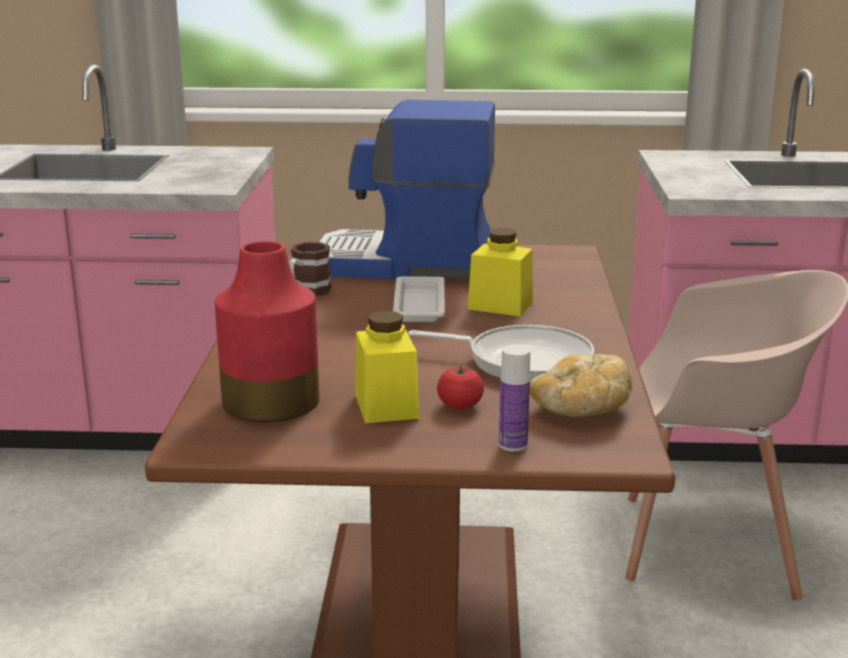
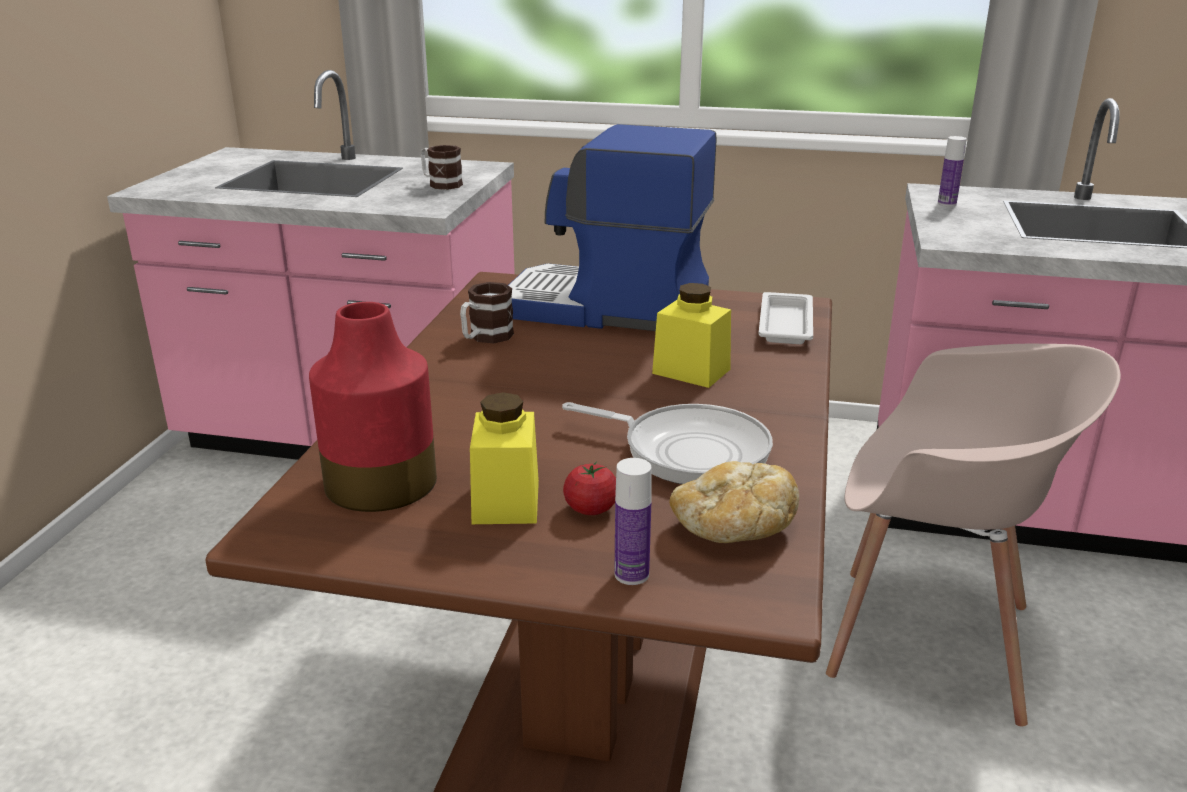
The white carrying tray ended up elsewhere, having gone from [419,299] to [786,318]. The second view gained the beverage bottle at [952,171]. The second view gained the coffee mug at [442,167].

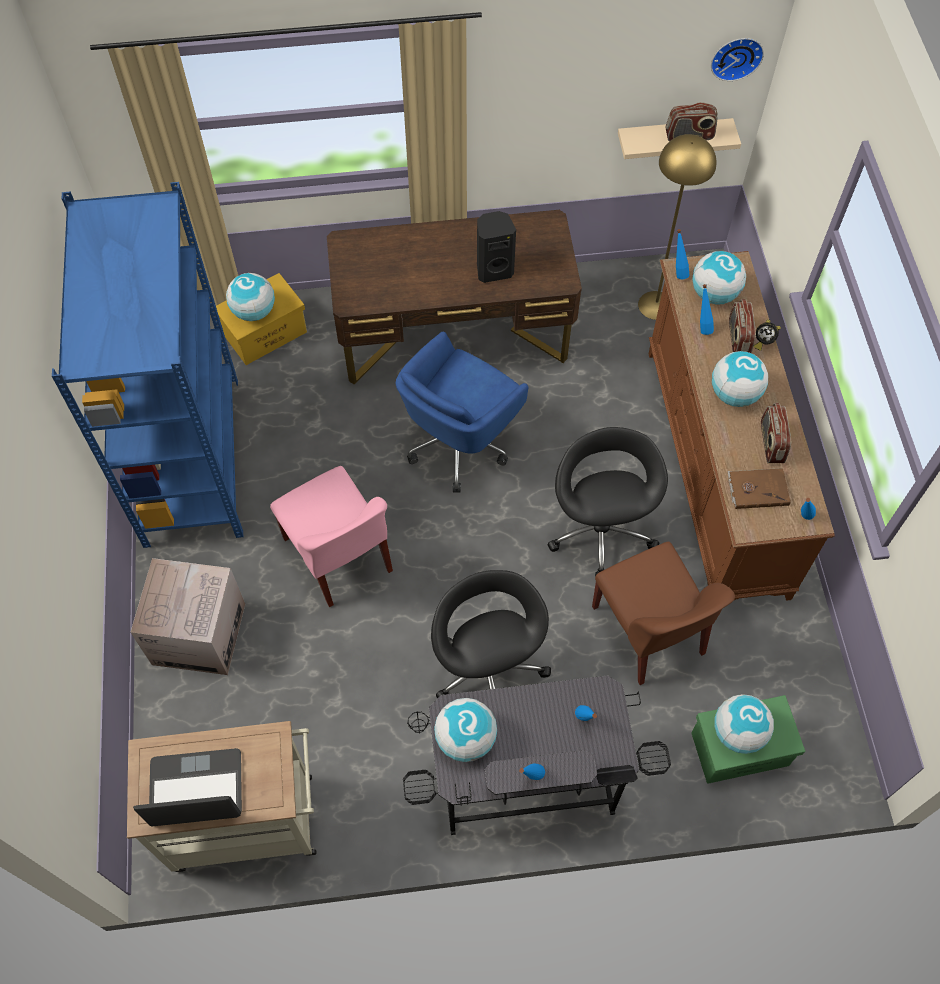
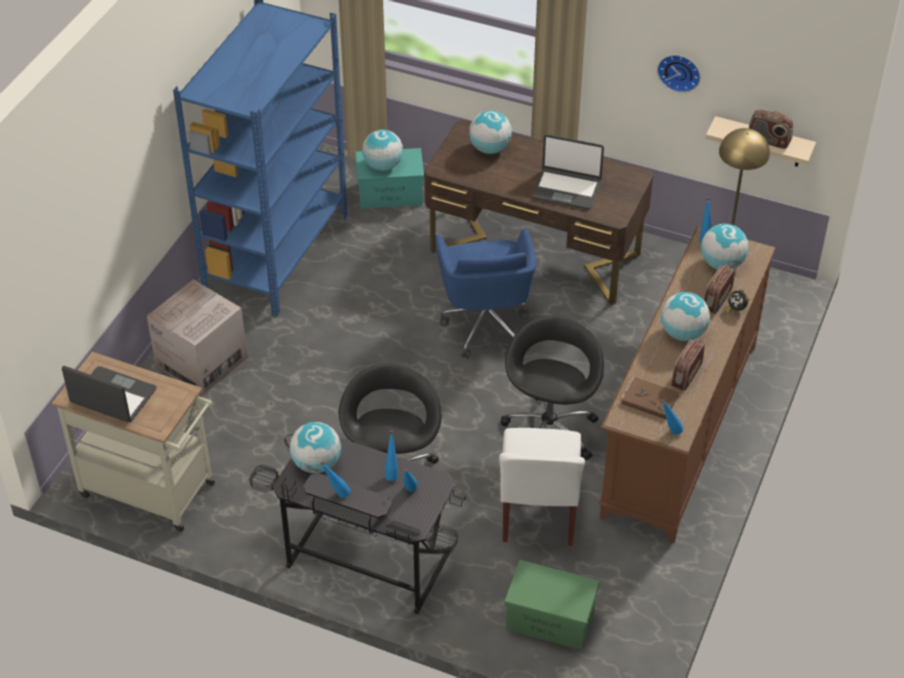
The wall clock ended up elsewhere, having gone from [737,59] to [678,74]. Where the black audio speaker stood at [496,247], the portable computer came to stand at [568,171]. What was the yellow-coloured storage box at [261,319] turned into the blue-green storage box at [389,178]. The blue beverage bottle ended up elsewhere, having gone from [707,309] to [391,455]. The blue computer chair at [462,412] ended up facing another way, 75 degrees counterclockwise from before. The second view lost the pink-coloured plain chair at [331,536]. What was the brownish plain chair at [663,613] turned into the white plain chair at [542,487]. The globe ended up elsewhere, having gone from [744,724] to [490,132].

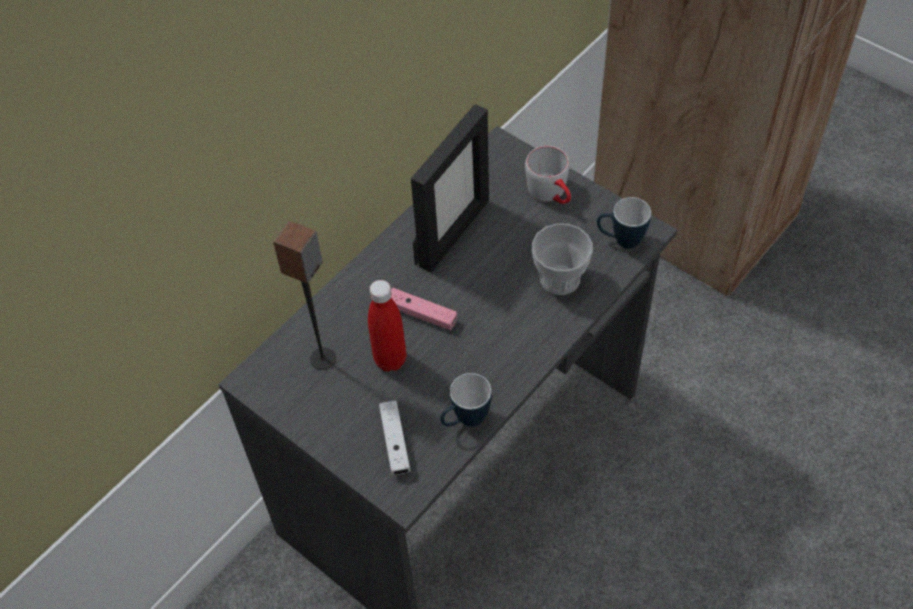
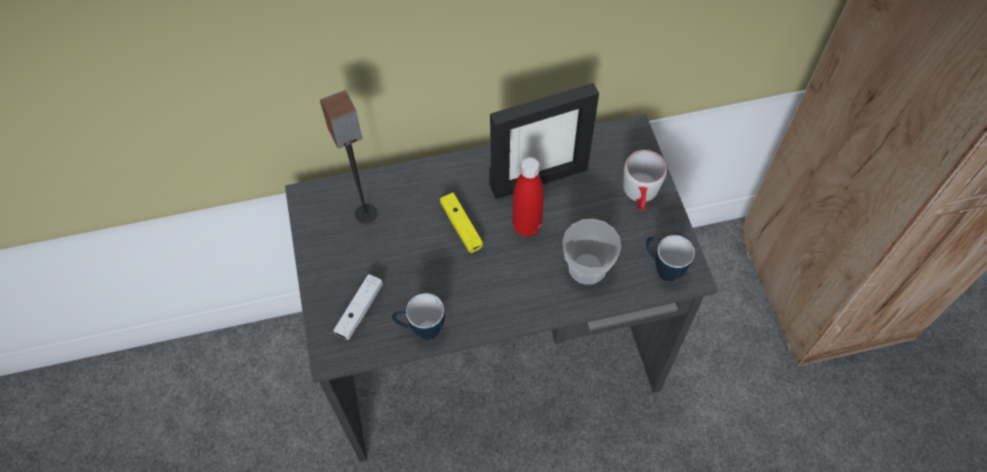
The red-coloured beverage bottle ended up elsewhere, having gone from [387,326] to [528,197]. What was the pink-coloured game controller at [424,309] turned into the yellow-coloured game controller at [461,223].

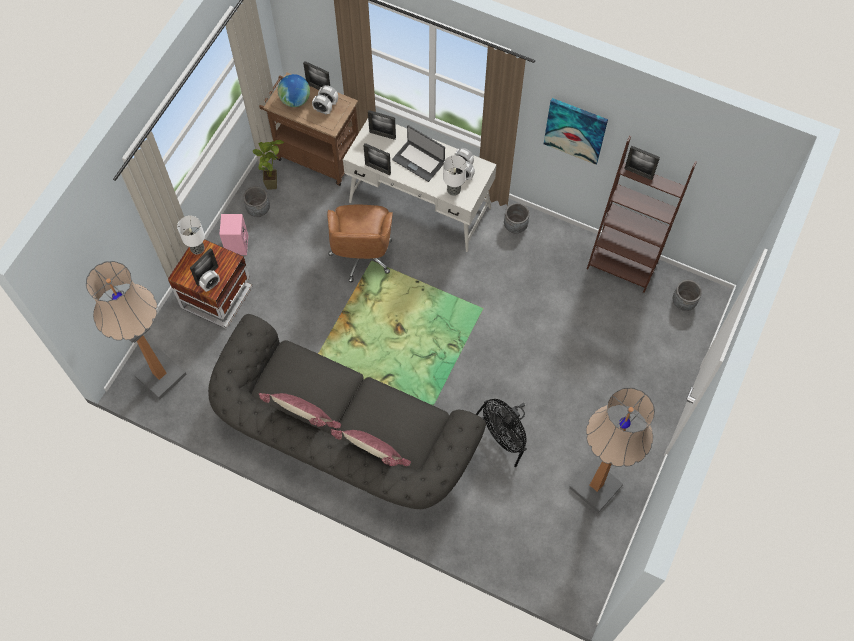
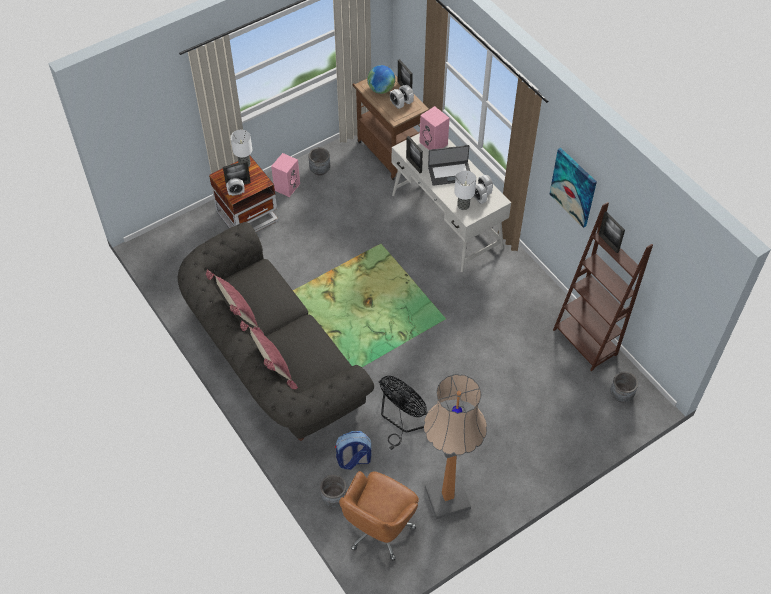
Where the picture frame stood at [382,125], the pink-coloured audio speaker came to stand at [434,128]. The portable computer at [418,153] ended up facing another way, 75 degrees counterclockwise from before. The second view lost the plant in a pot at [268,165]. The gray flower pot ended up elsewhere, having gone from [517,218] to [333,490]. The brownish computer chair ended up elsewhere, having gone from [360,243] to [379,515]. The second view lost the floor lamp at [136,330]. The black electric fan at [501,433] ended up facing another way, 135 degrees clockwise from before. The second view gained the backpack at [353,450].

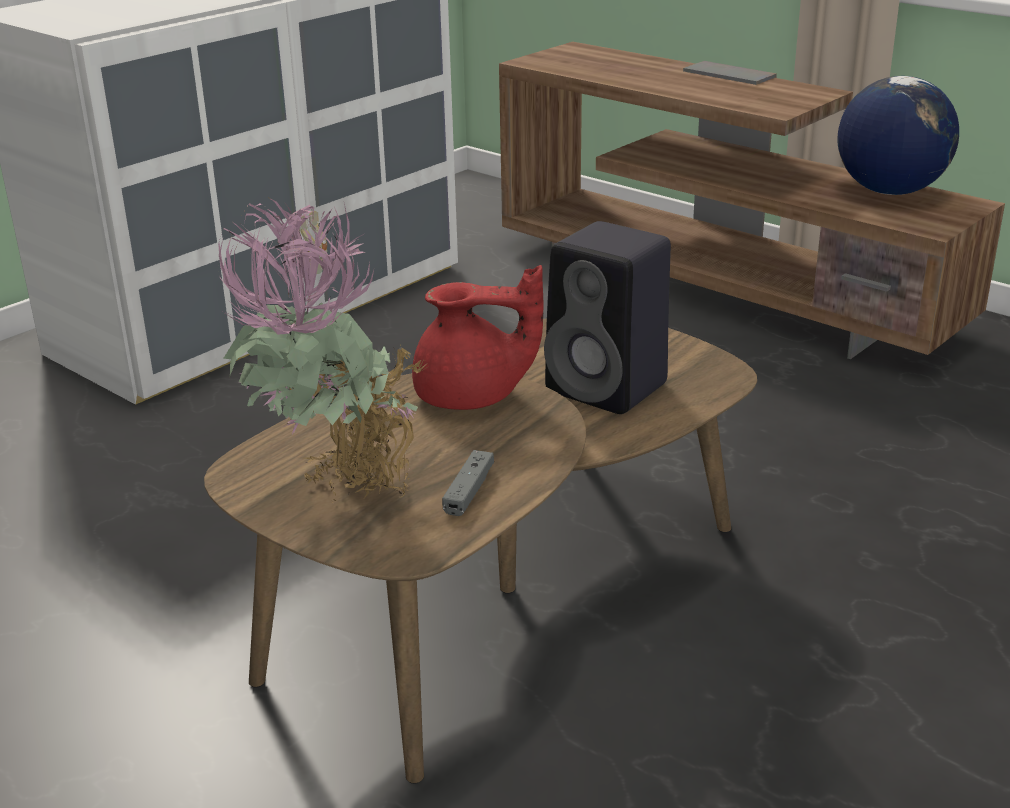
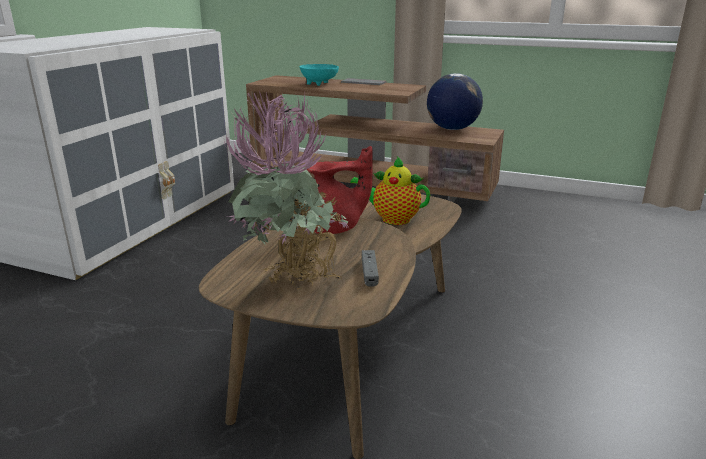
Where the black audio speaker stood at [607,317], the pot for tea came to stand at [390,190]. The second view gained the blue-green deep dish at [319,75].

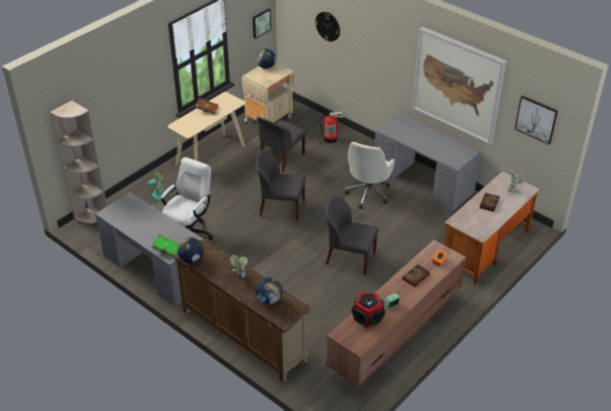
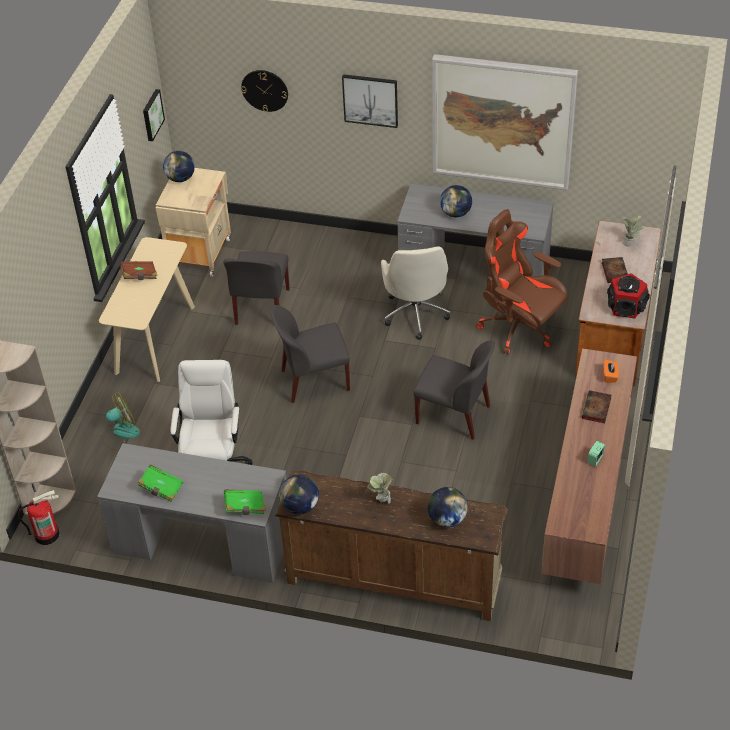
The wall picture ended up elsewhere, having gone from [536,120] to [370,101]. The extinguisher ended up elsewhere, having gone from [331,127] to [39,517]. The gray plain chair at [352,235] ended up facing another way, 150 degrees counterclockwise from before. The audio speaker ended up elsewhere, having gone from [368,310] to [628,296]. The second view gained the globe at [456,201]. The second view gained the brownish computer chair at [522,281]. The second view gained the green-coloured book at [161,483].

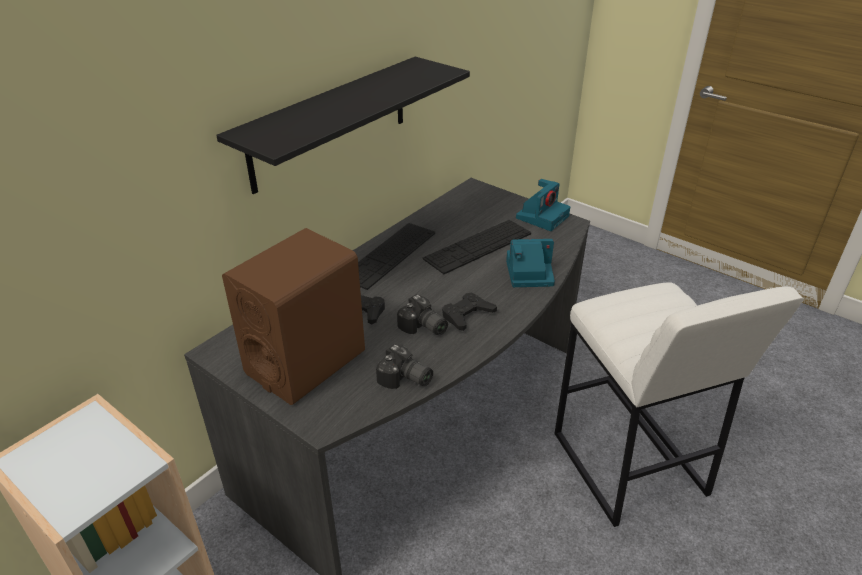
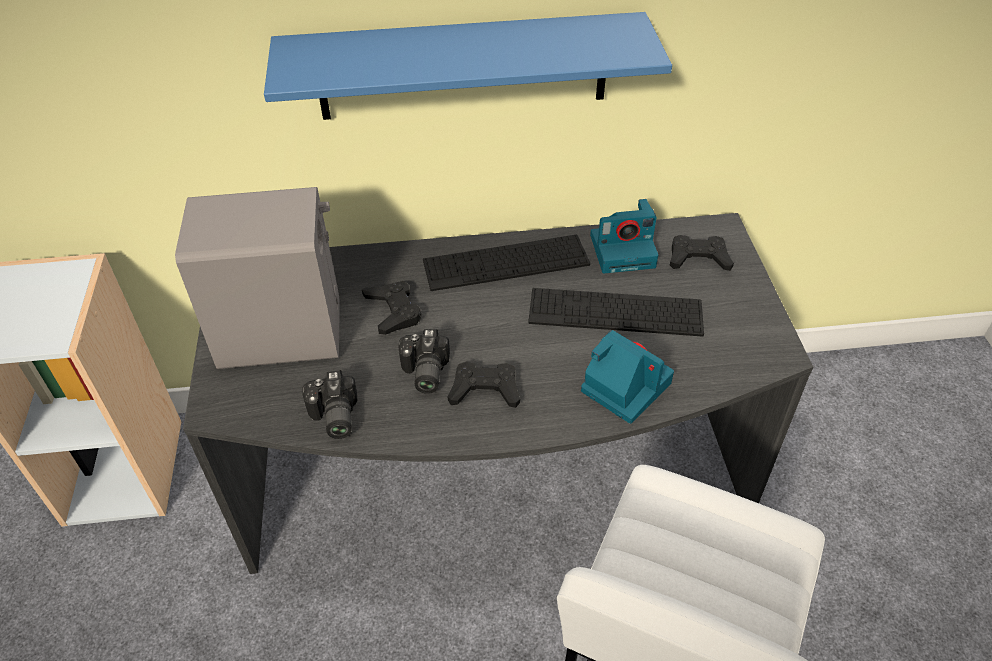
What was the black bracket shelf at [343,125] turned into the blue bracket shelf at [468,66]. The still camera ended up elsewhere, having gone from [543,205] to [624,236]. What was the brownish audio speaker at [293,316] turned into the gray audio speaker at [257,278]. The second view gained the black game controller at [702,253].

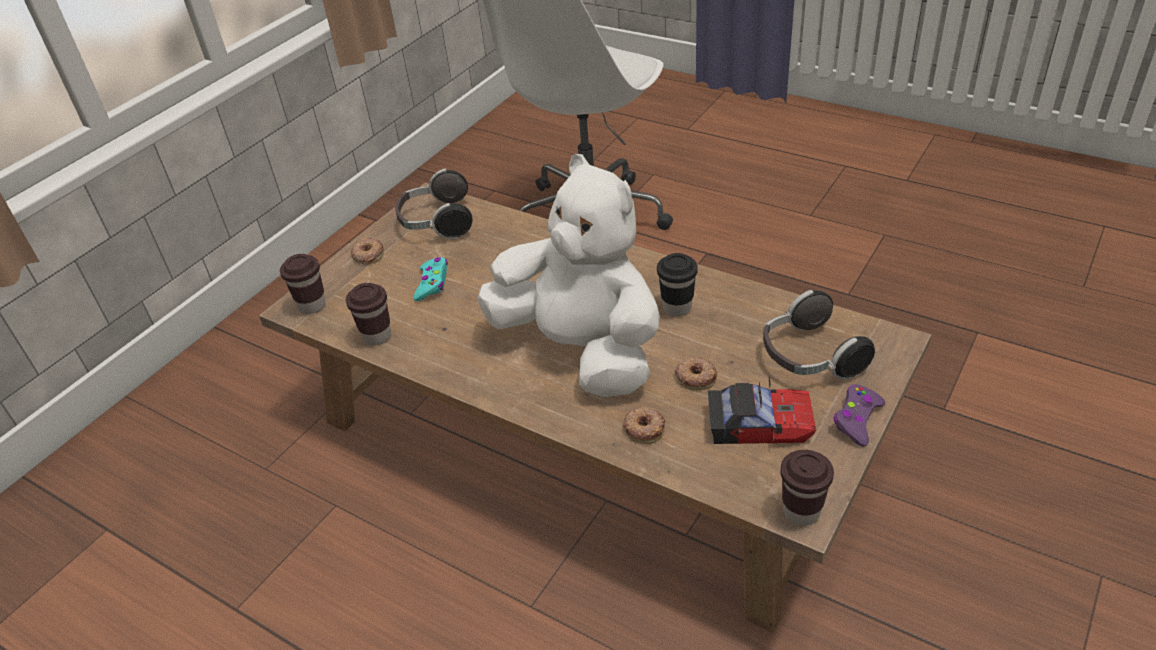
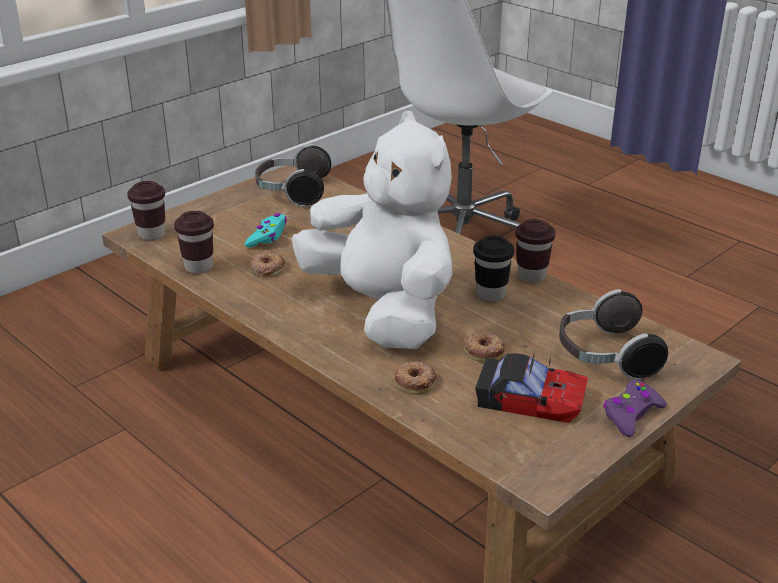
The doughnut ended up elsewhere, having gone from [367,251] to [267,264]. The brownish cup ended up elsewhere, having gone from [807,488] to [535,251].

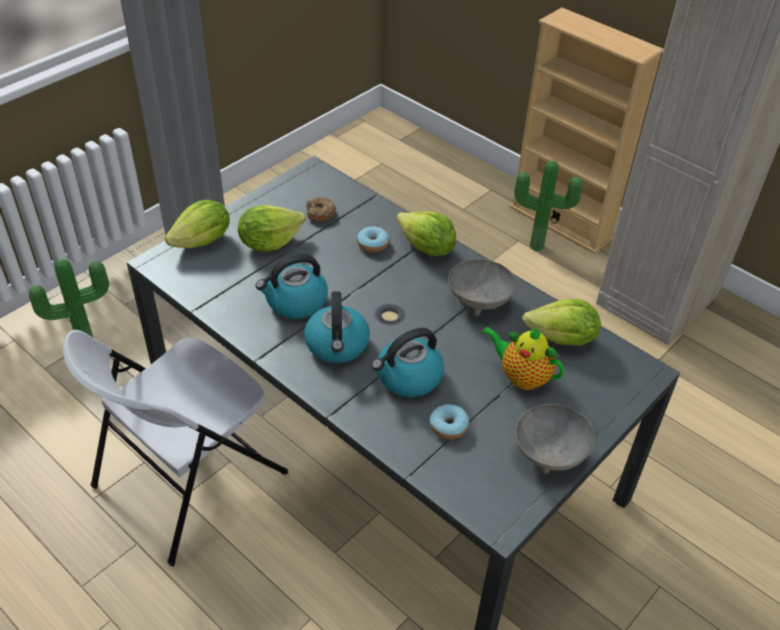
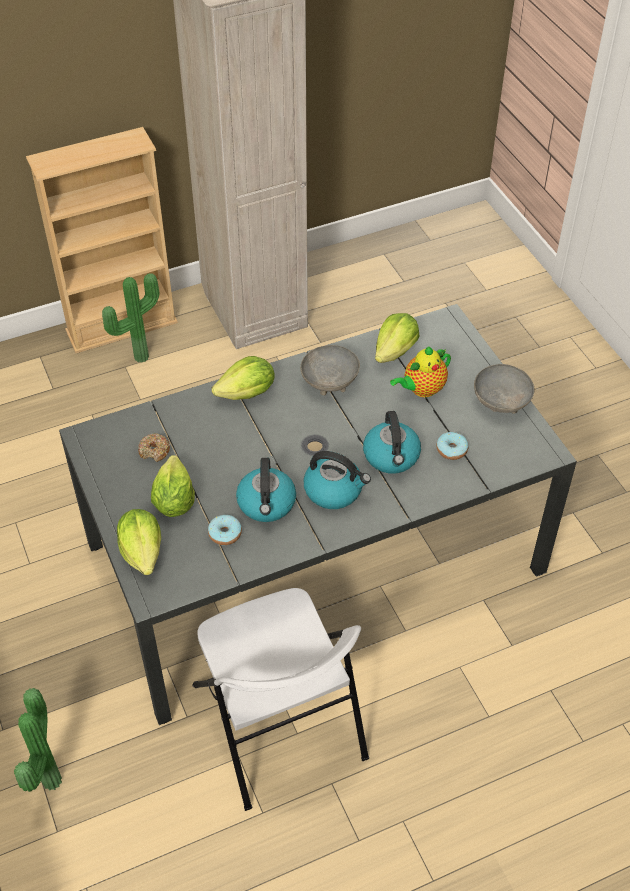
The doughnut ended up elsewhere, having gone from [373,240] to [225,530].

